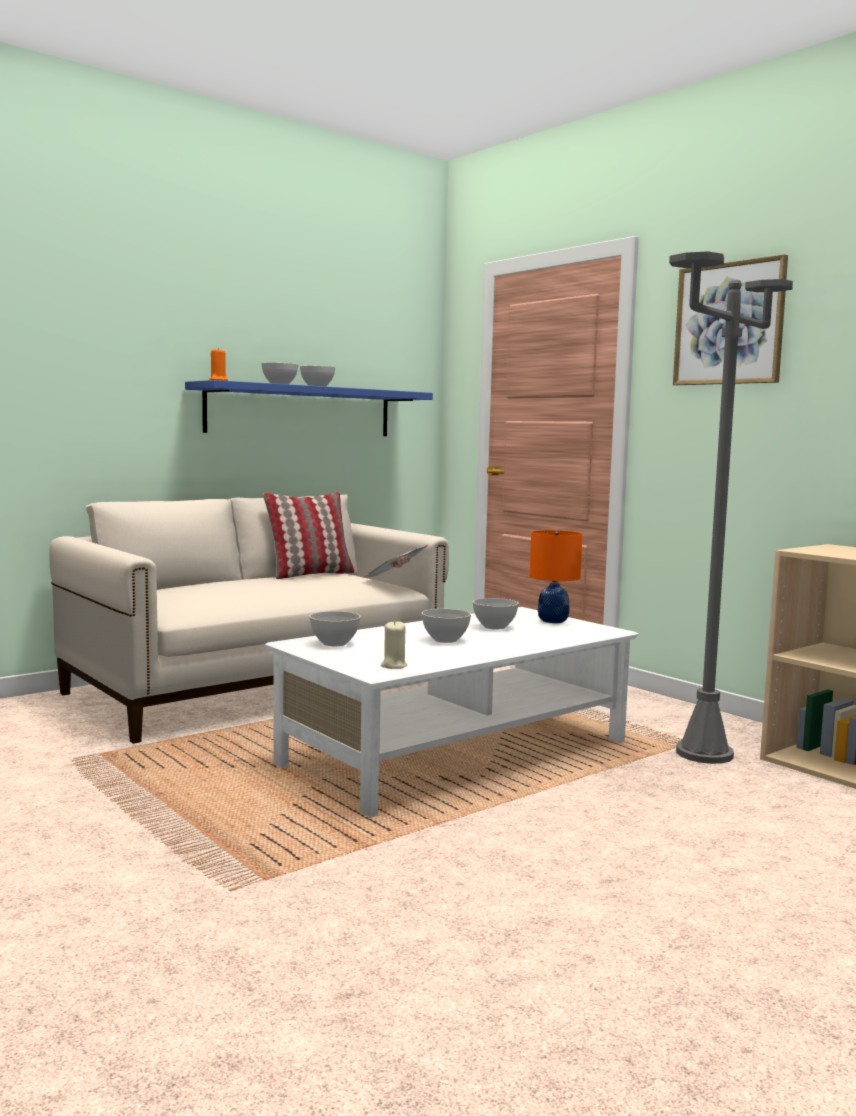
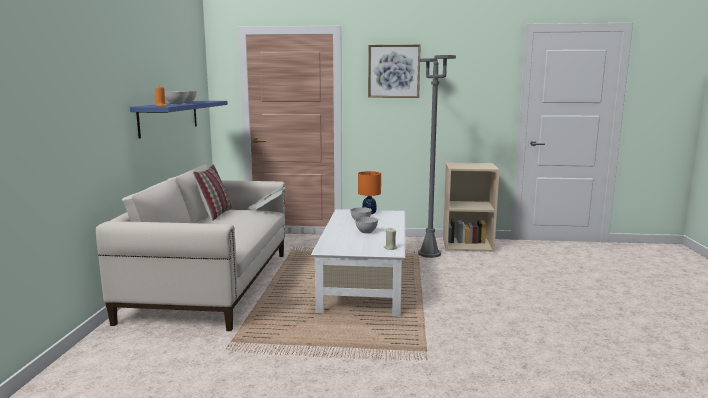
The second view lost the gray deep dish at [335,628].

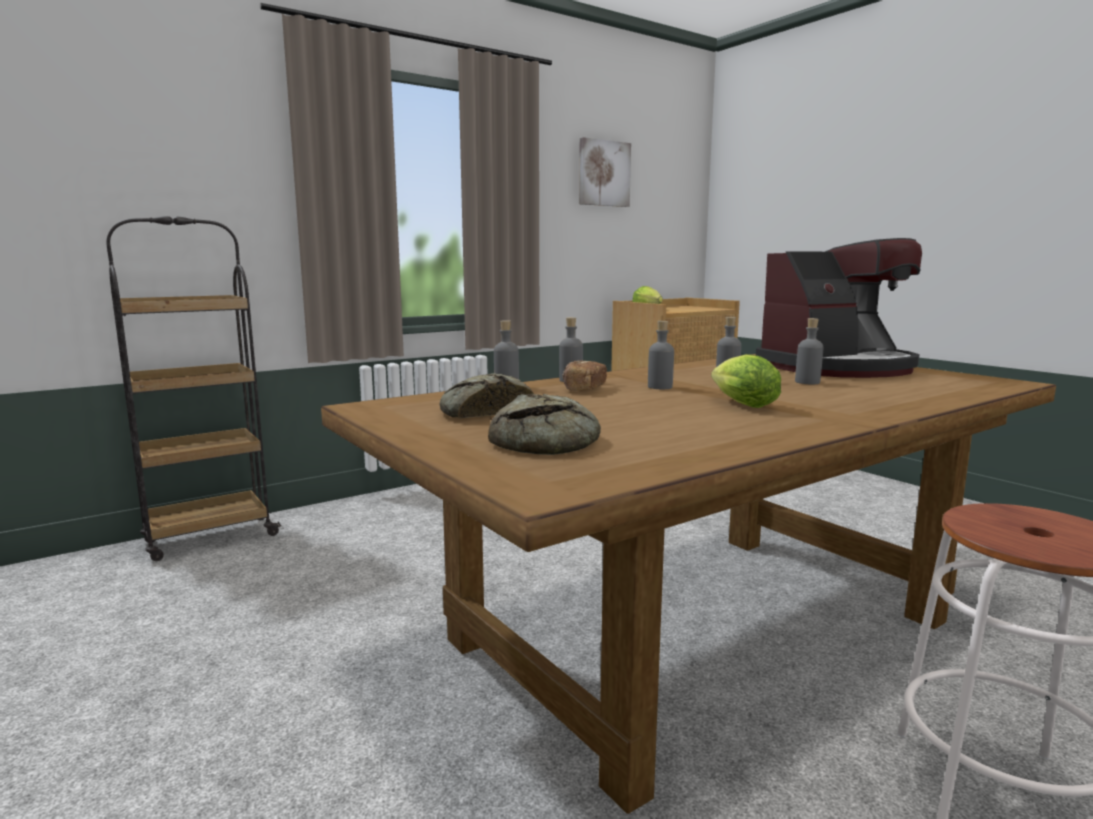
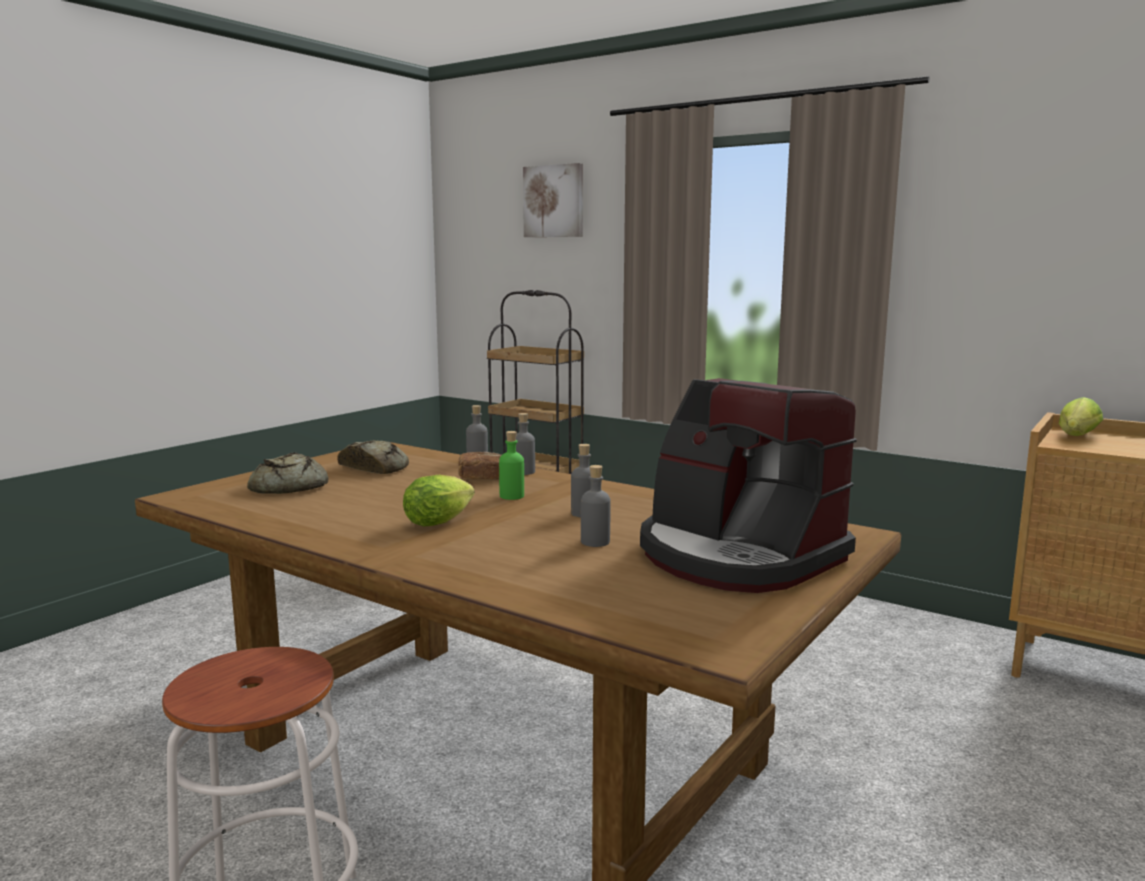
The wall picture ended up elsewhere, having gone from [605,172] to [553,200]. What was the gray beverage bottle at [661,355] turned into the green-coloured beverage bottle at [511,465].

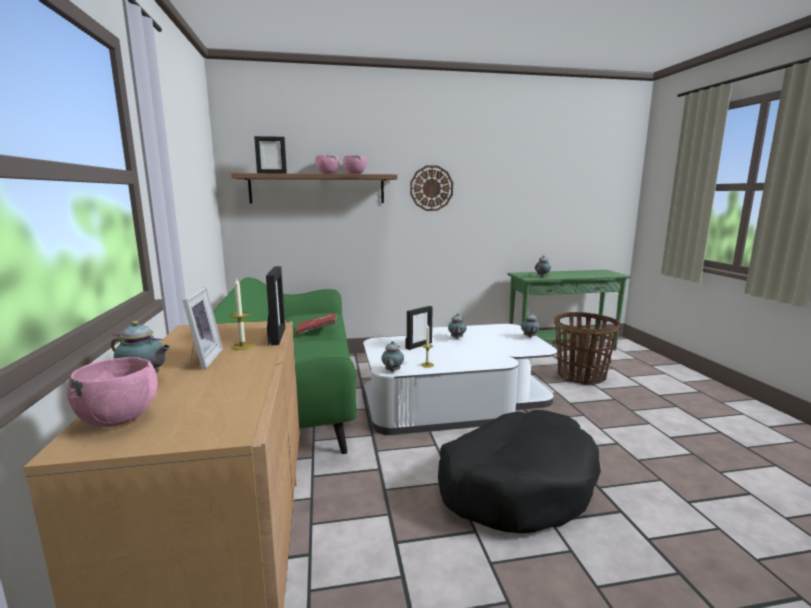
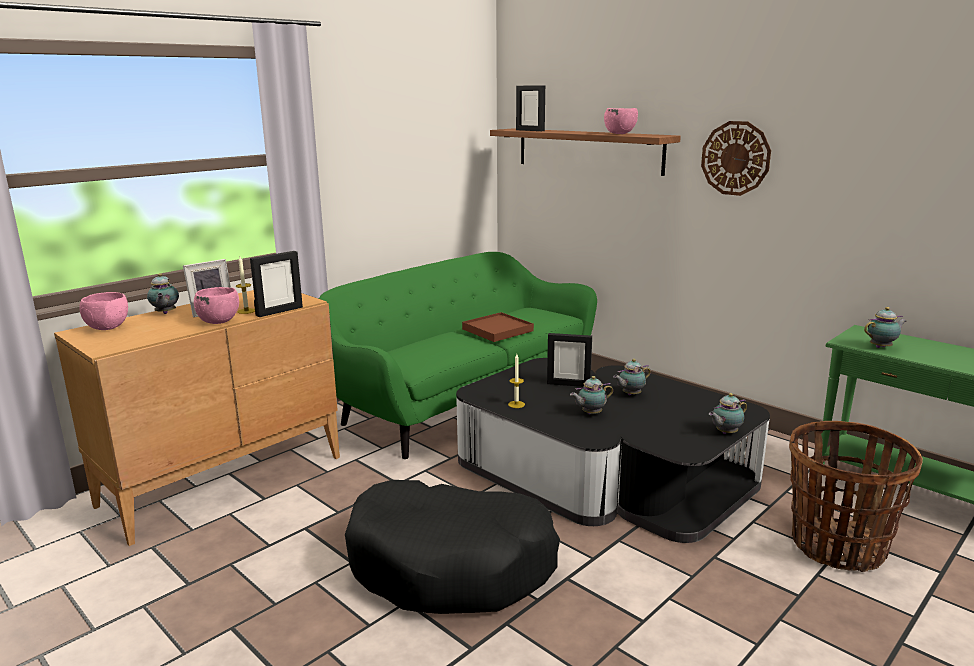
The pink-coloured deep dish ended up elsewhere, having gone from [327,164] to [216,305]. Where the red-coloured book stood at [316,324], the brownish carrying tray came to stand at [498,327]. What was the white lounge table at [460,379] turned into the black lounge table at [613,450]. The pot for tea ended up elsewhere, having gone from [393,356] to [591,395].

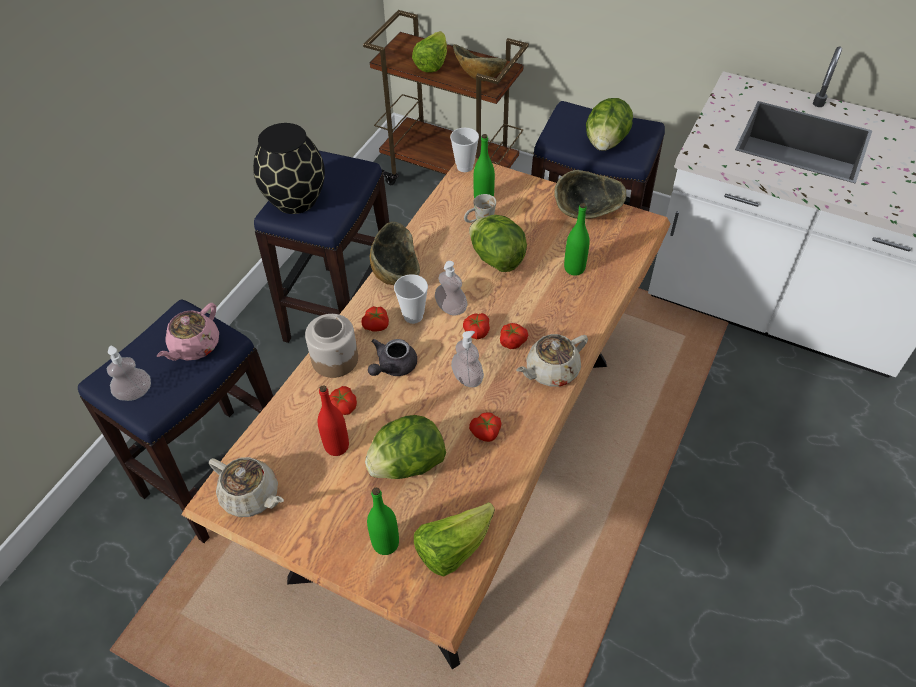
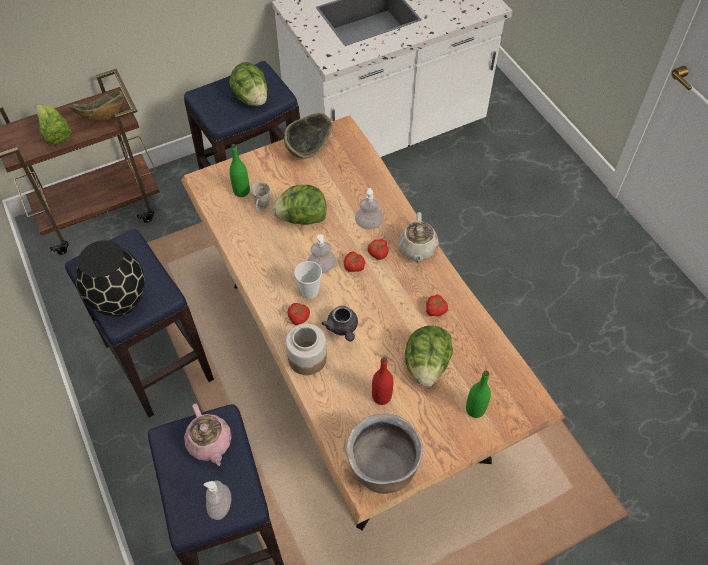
The second view lost the cup at [464,150]. The second view lost the green-coloured beverage bottle at [577,239]. The second view lost the deep dish at [395,253]. The soap bottle ended up elsewhere, having gone from [467,359] to [369,208]. The second view lost the fresh tomato at [343,400]. Where the sand-coloured pot for tea stood at [246,487], the brownish stockpot came to stand at [385,453]. The second view lost the lettuce head at [454,539].

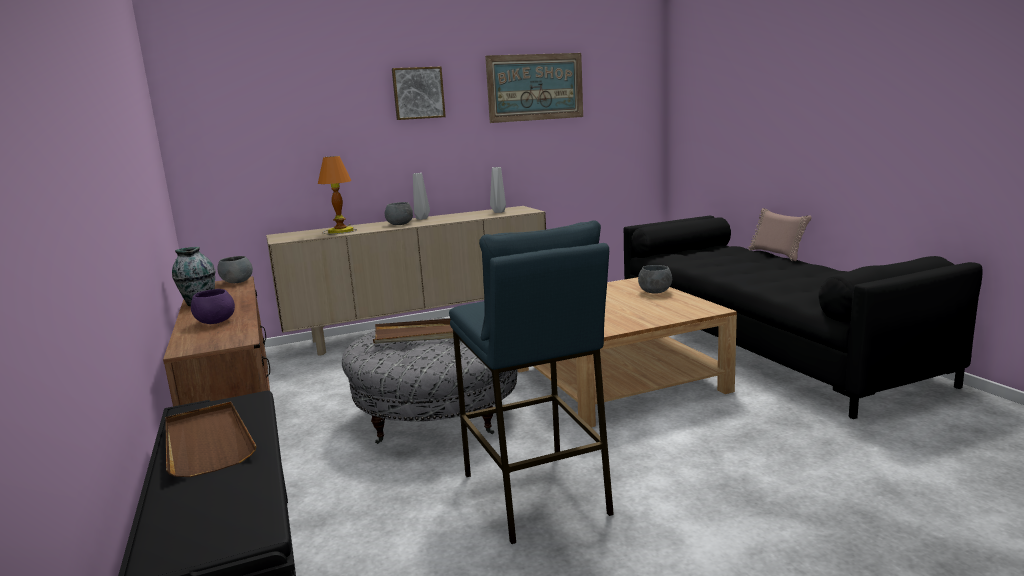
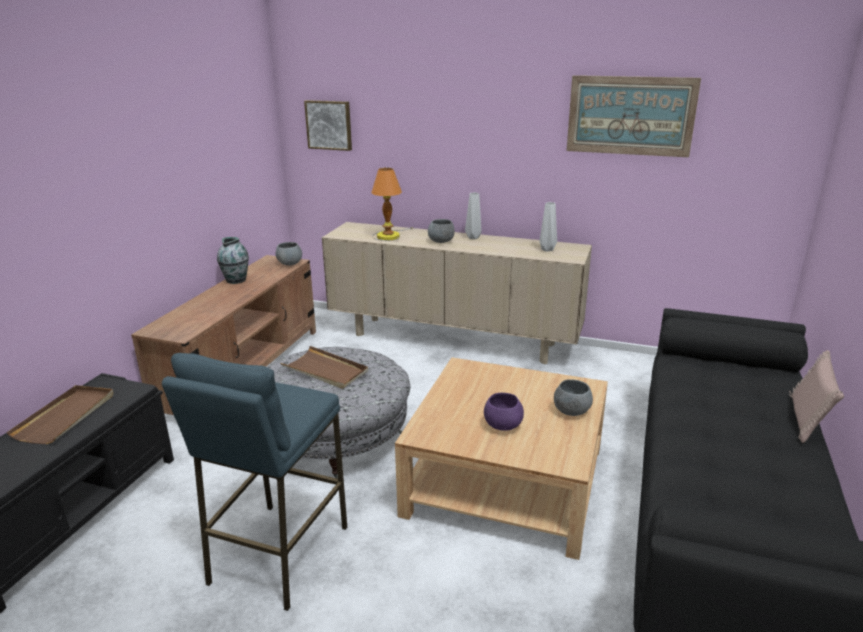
The wall picture ended up elsewhere, having gone from [419,93] to [328,125]. The purplish deep dish ended up elsewhere, having gone from [213,306] to [504,412].

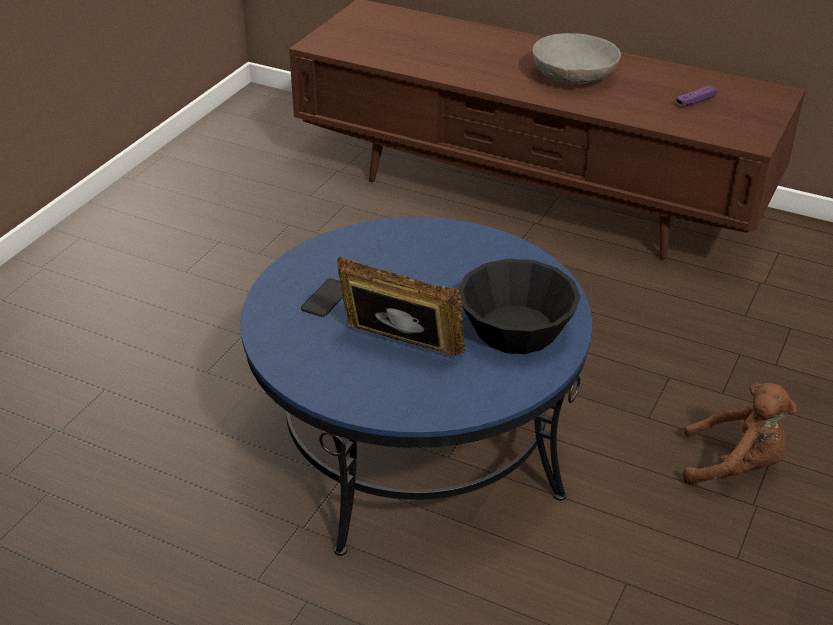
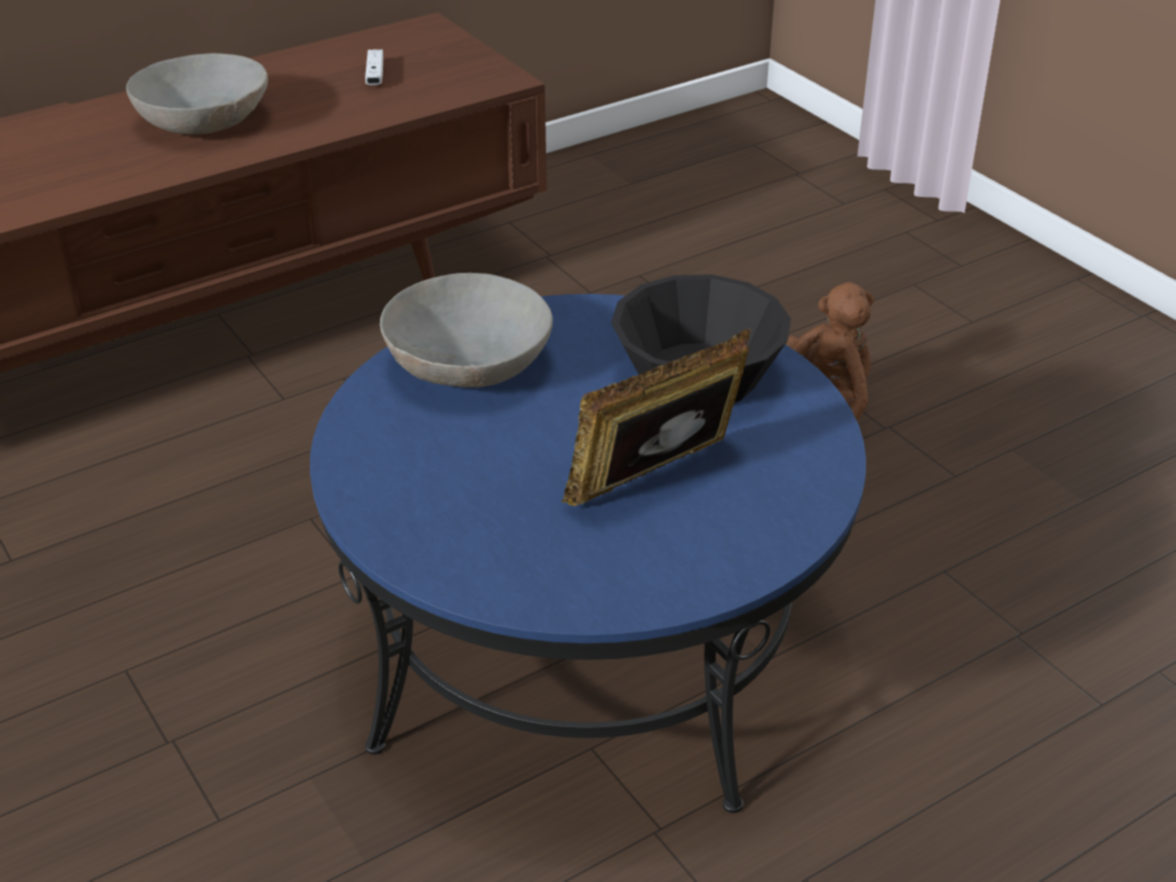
What was the purplish game controller at [696,95] turned into the white game controller at [374,67]. The second view lost the handset at [322,297]. The second view gained the gray deep dish at [466,330].

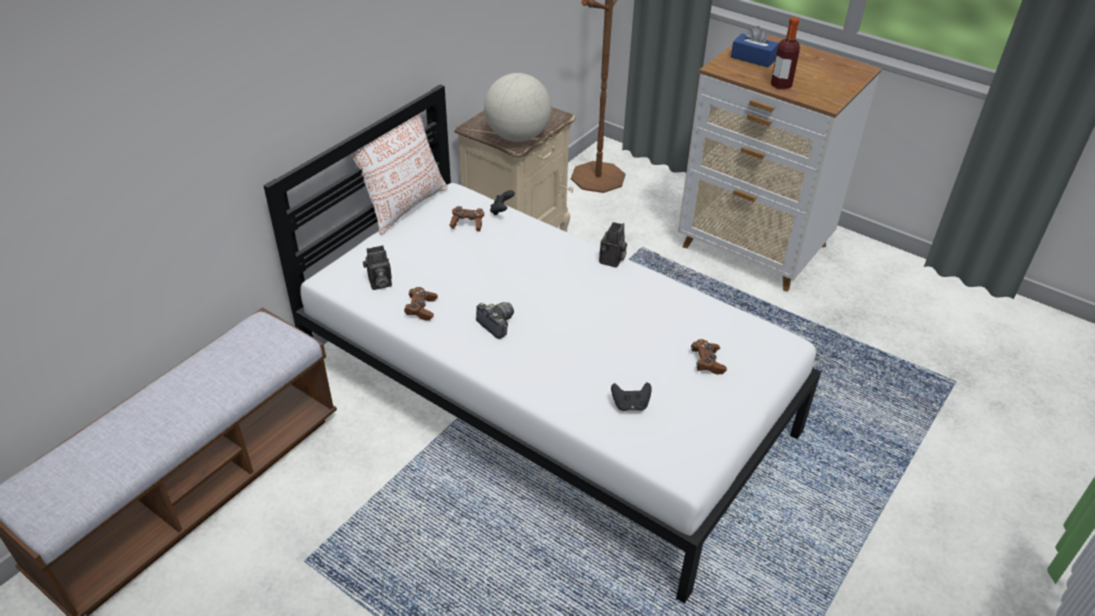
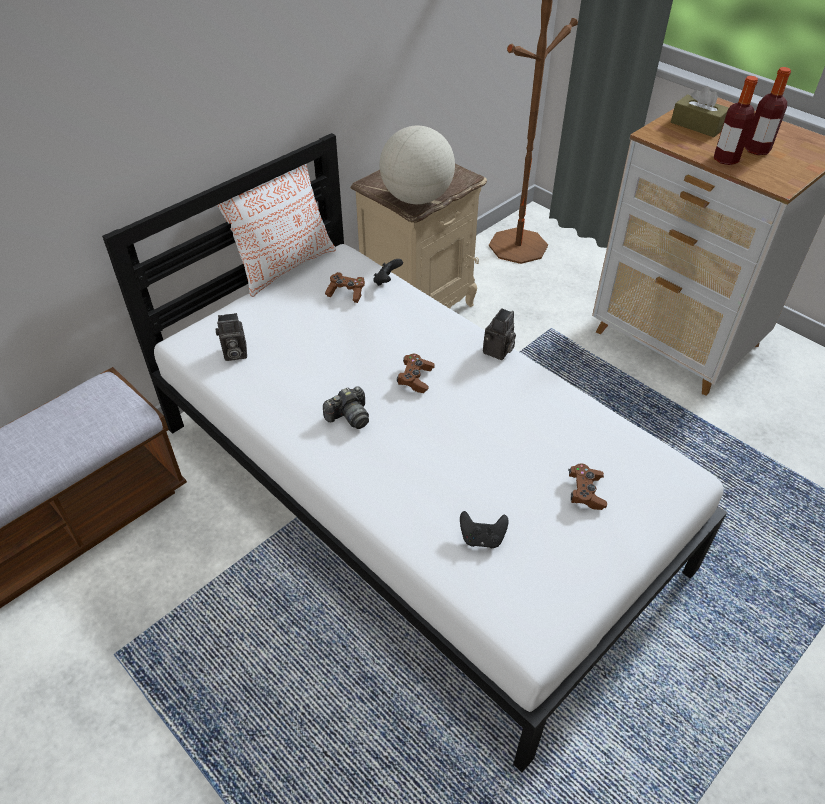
What was the blue tissue box at [755,46] turned into the brownish tissue box at [700,111]. The brownish game controller ended up elsewhere, having gone from [421,304] to [415,373]. The still camera at [495,320] ended up facing another way, 90 degrees clockwise from before. The second view gained the beverage bottle at [767,111].

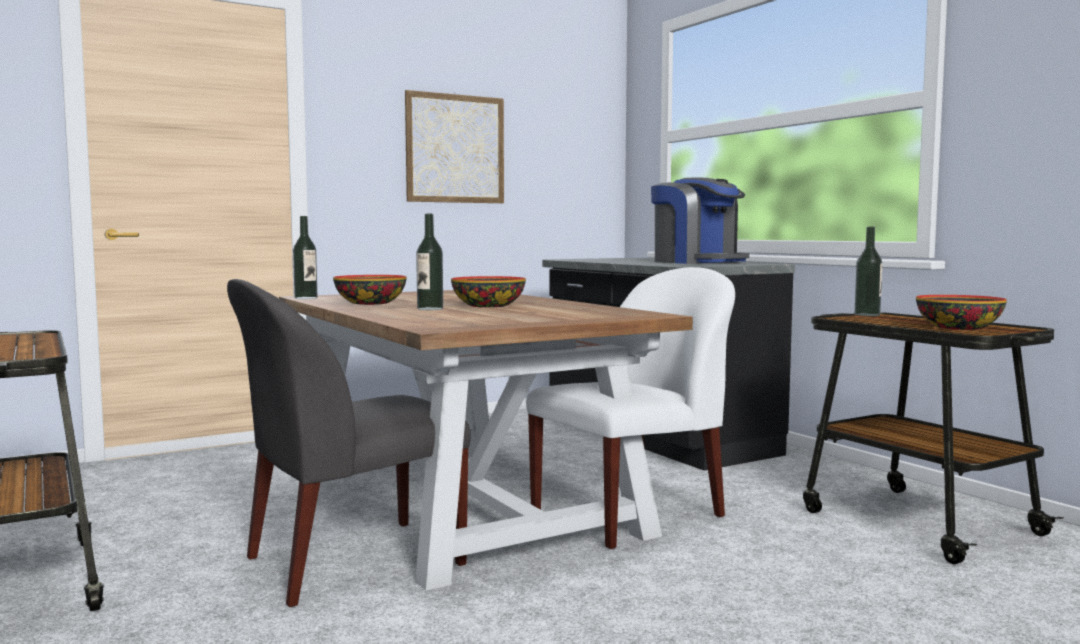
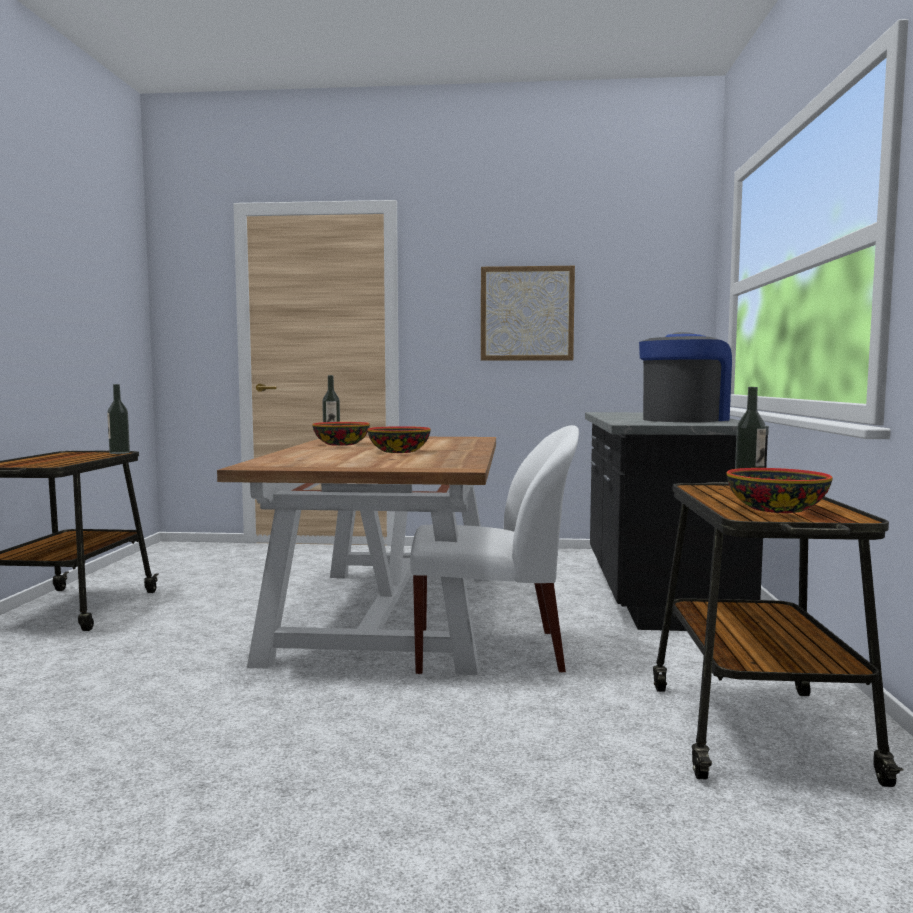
The coffee brewer at [700,220] ended up facing another way, 135 degrees counterclockwise from before. The beverage bottle ended up elsewhere, having gone from [429,262] to [118,419]. The second view lost the gray plain chair at [349,443].

